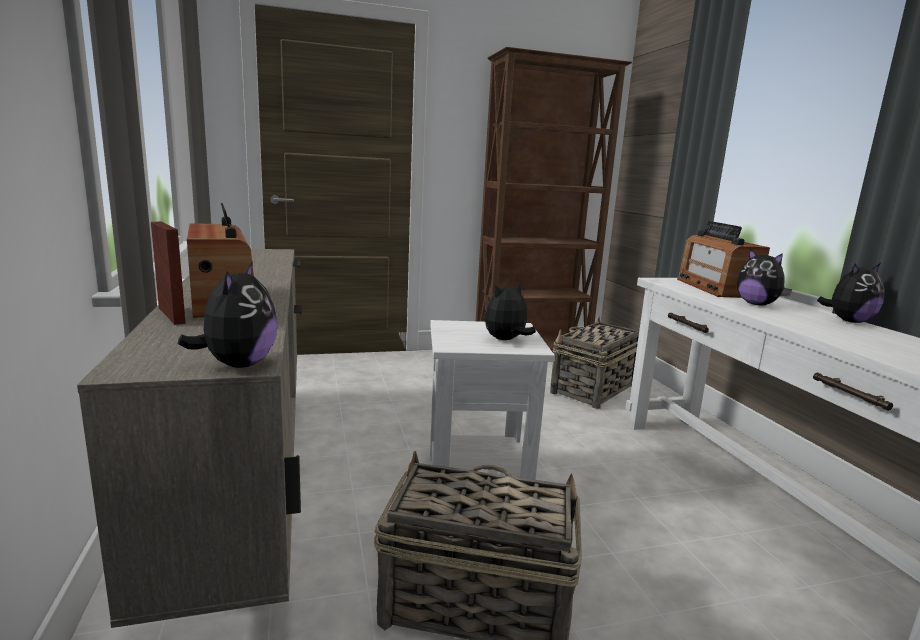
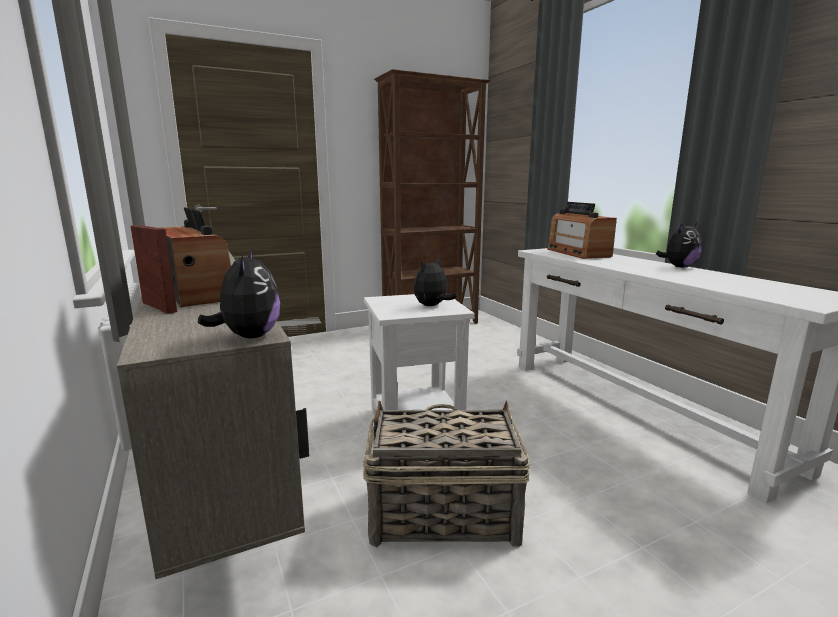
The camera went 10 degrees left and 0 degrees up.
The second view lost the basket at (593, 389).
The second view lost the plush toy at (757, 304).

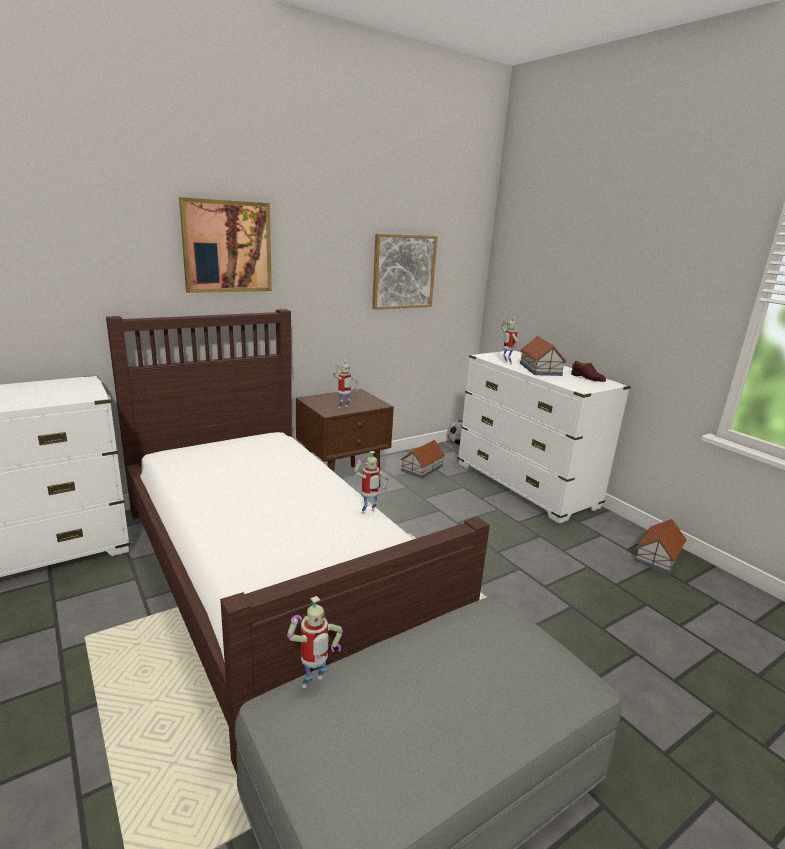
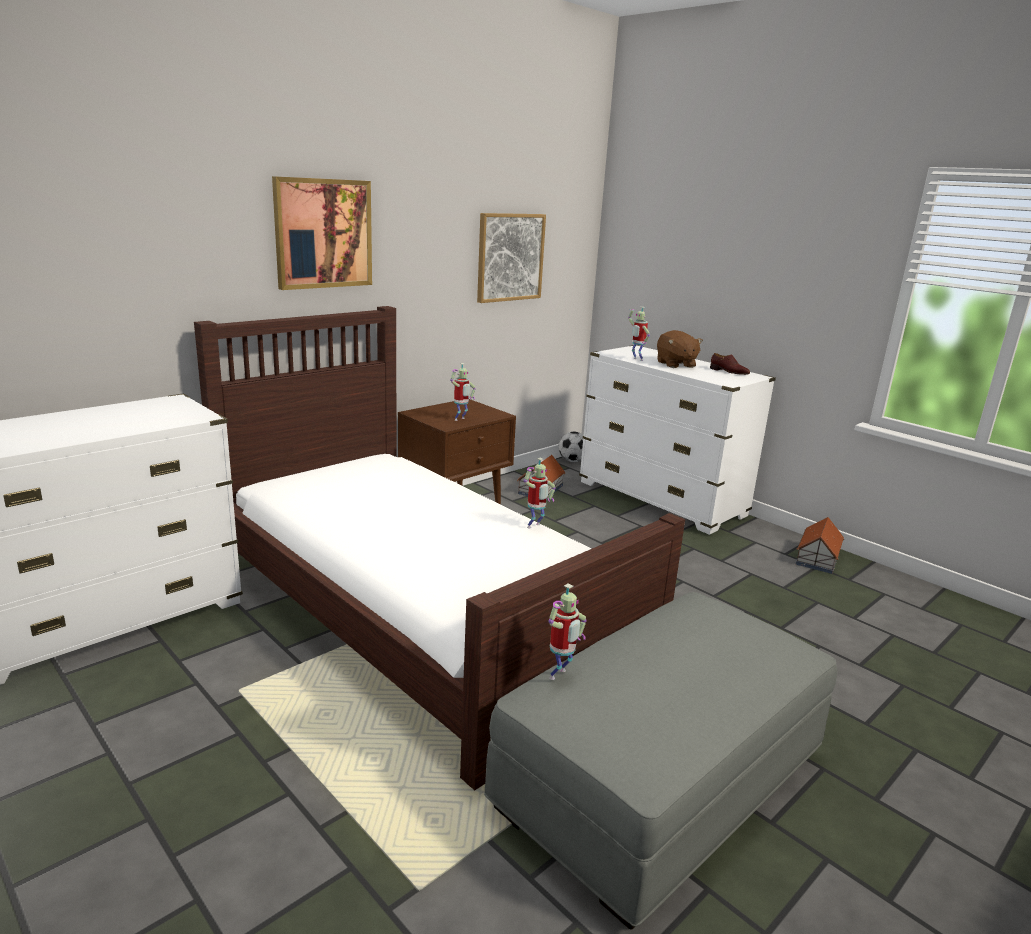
The camera went 10 degrees left and 0 degrees up.
Where the toy house stood at (540, 369), the brown plush toy came to stand at (675, 364).

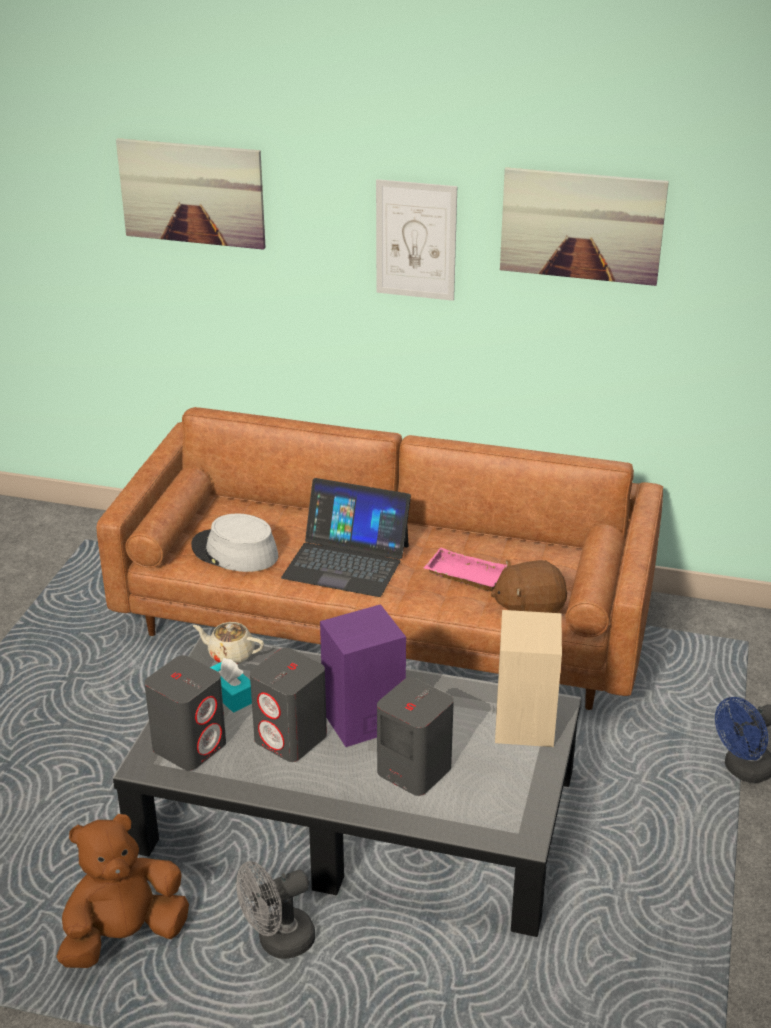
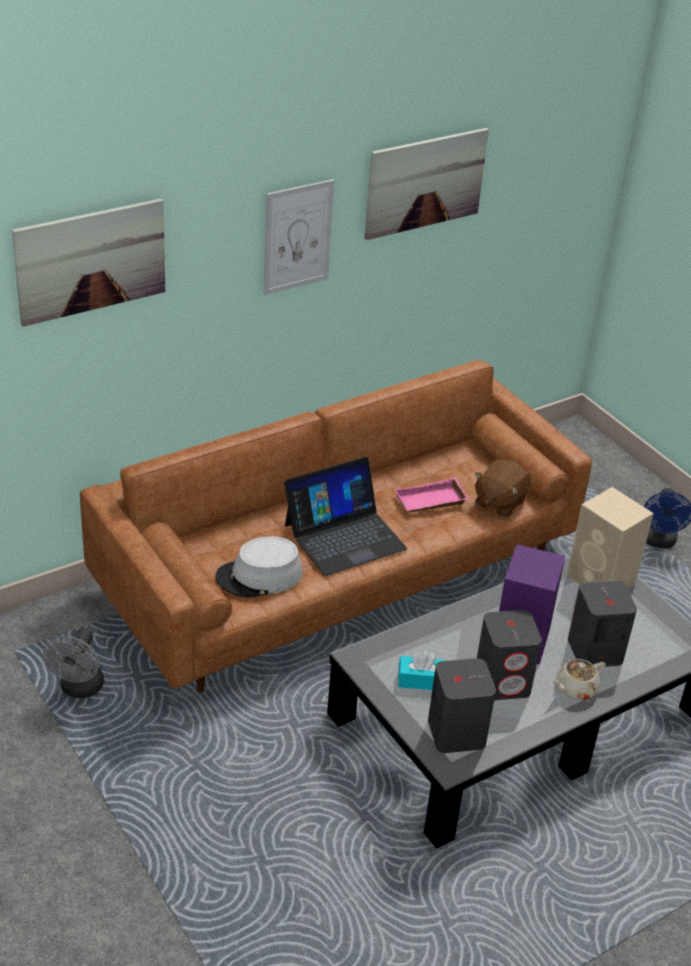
The camera went 50 degrees left and 5 degrees up.
The grey fan ended up elsewhere, having gone from (278, 942) to (79, 689).
The beige teapot ended up elsewhere, having gone from (230, 654) to (575, 689).
The second view lost the brown plush toy at (124, 936).

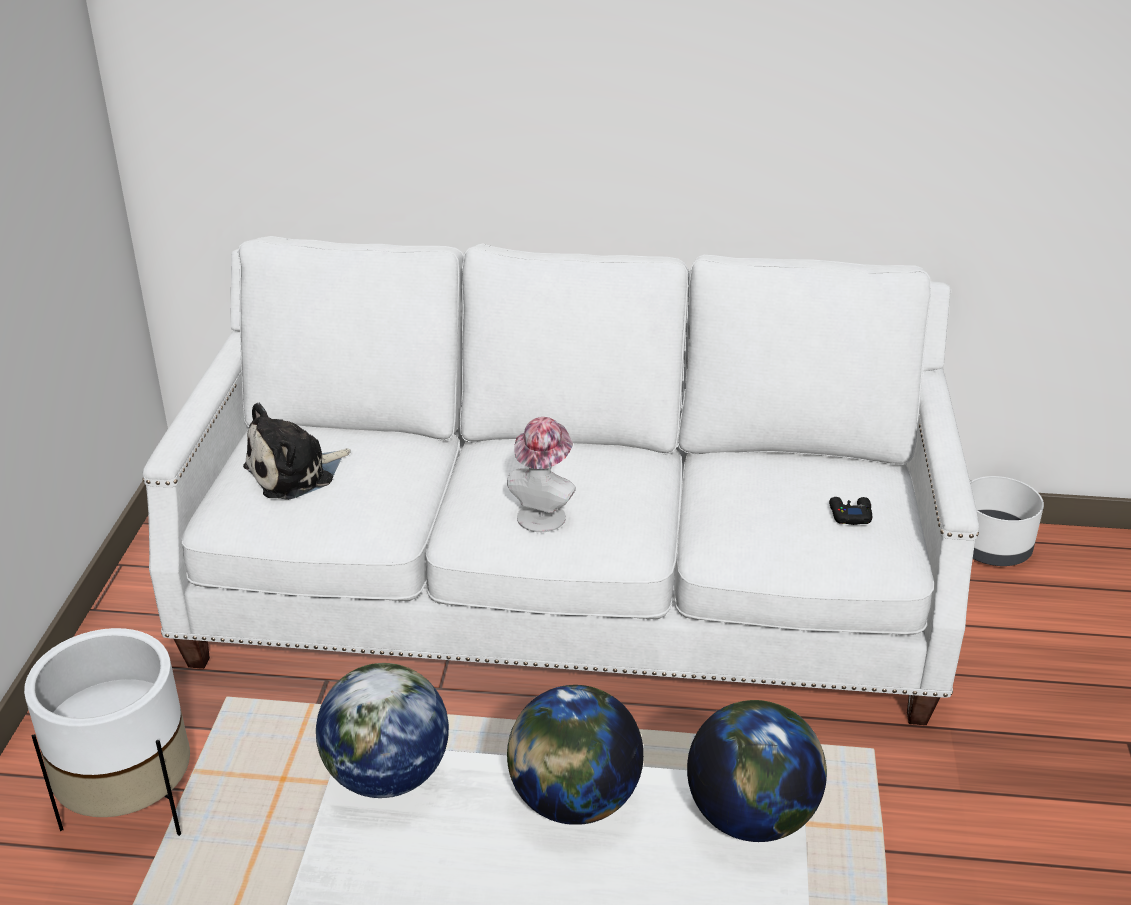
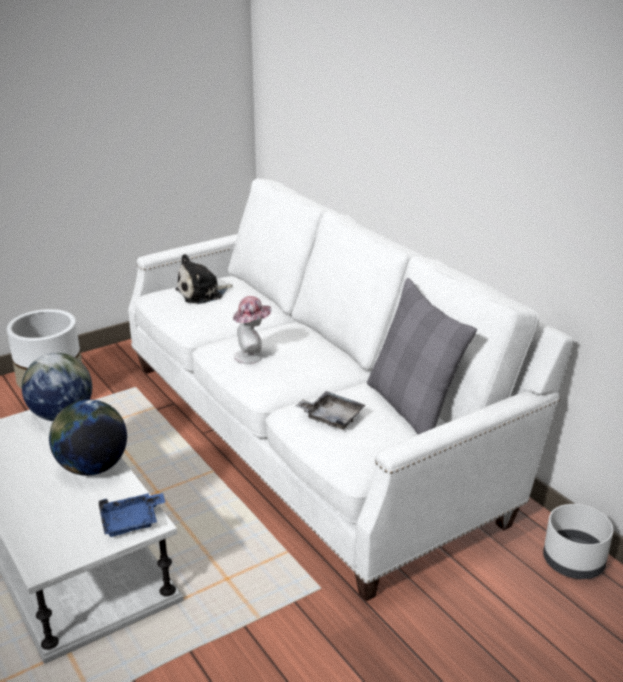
The camera went 50 degrees right and 5 degrees down.
Where the globe stood at (751, 816), the blue tray came to stand at (131, 522).
The plush toy at (295, 473) ended up facing another way, 45 degrees counterclockwise from before.
The second view gained the grey tray at (331, 417).
The second view gained the grey pillow at (412, 408).
The second view lost the black game controller at (849, 515).

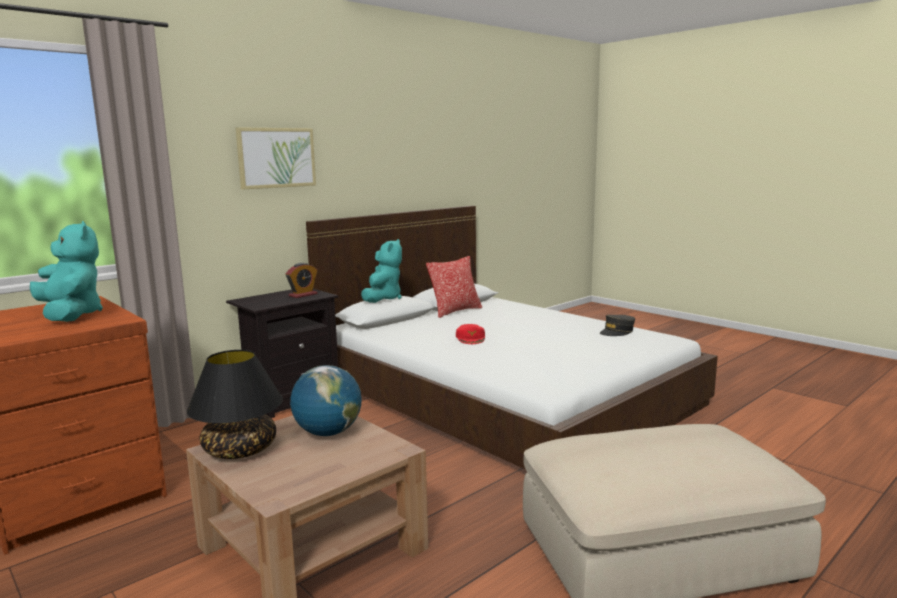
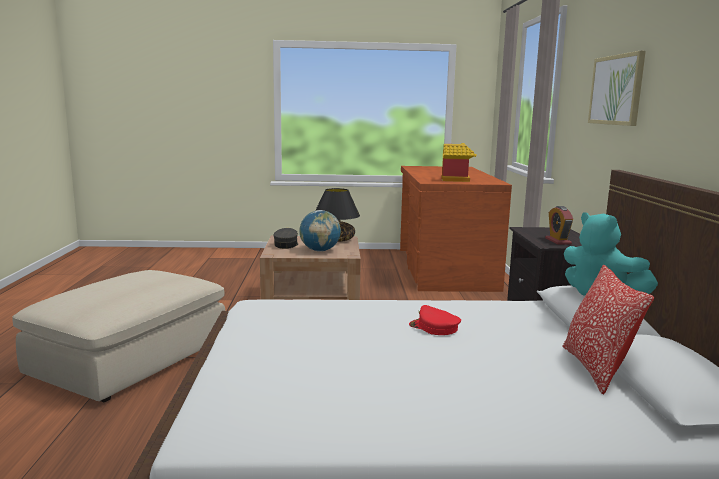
The camera went 130 degrees right and 0 degrees up.
The grey cap ended up elsewhere, having gone from (617, 332) to (286, 245).
Where the turquoise plush toy stood at (71, 315), the toy house came to stand at (457, 180).

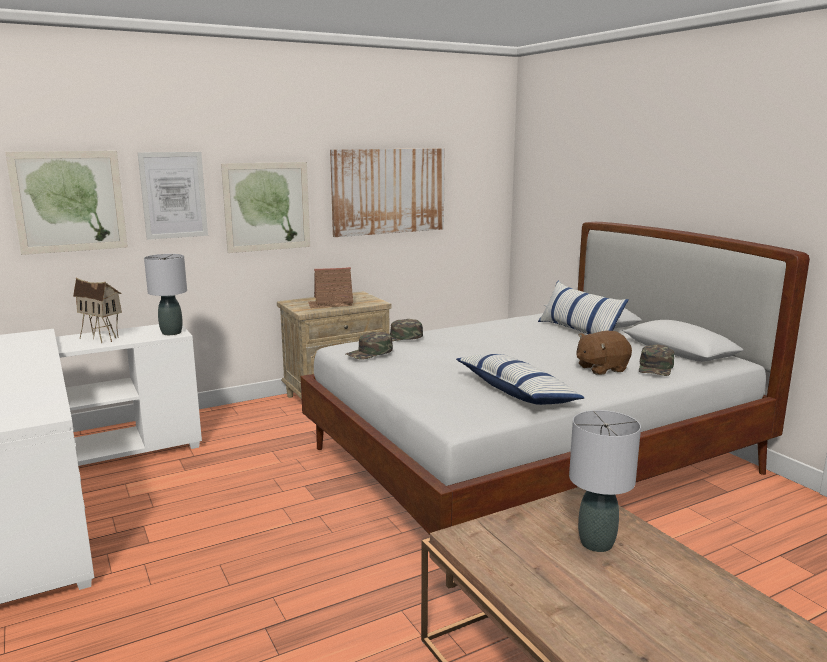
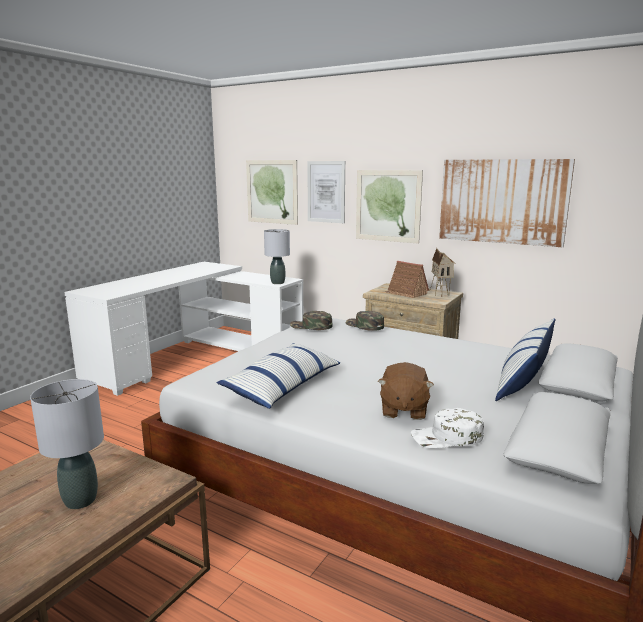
The camera went 60 degrees right and 0 degrees up.
The brown plush toy at (601, 368) ended up facing another way, 120 degrees counterclockwise from before.
What was the green cap at (656, 368) turned into the white cap at (447, 437).
The toy house ended up elsewhere, having gone from (102, 338) to (440, 293).

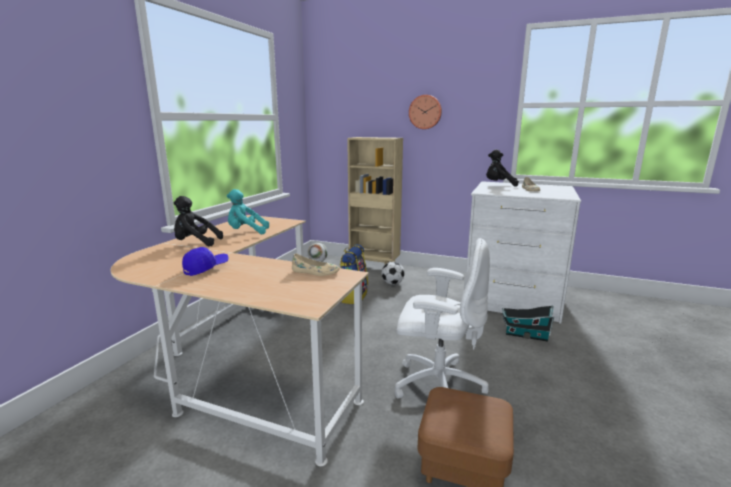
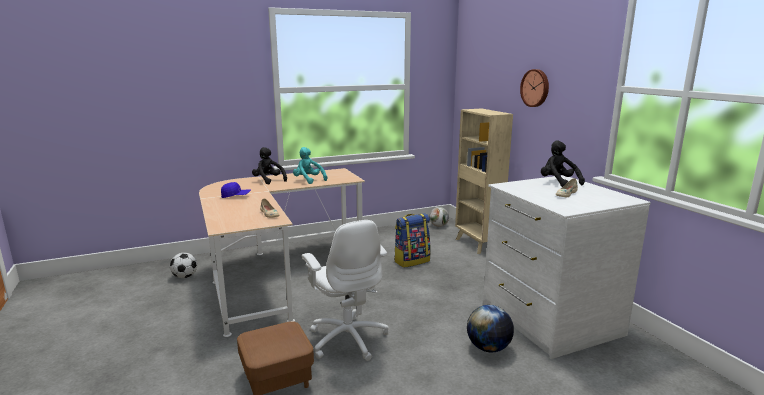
The camera went 45 degrees right and 0 degrees up.
The football ended up elsewhere, having gone from (392, 283) to (185, 276).
Where the toy house stood at (524, 335), the globe came to stand at (488, 348).

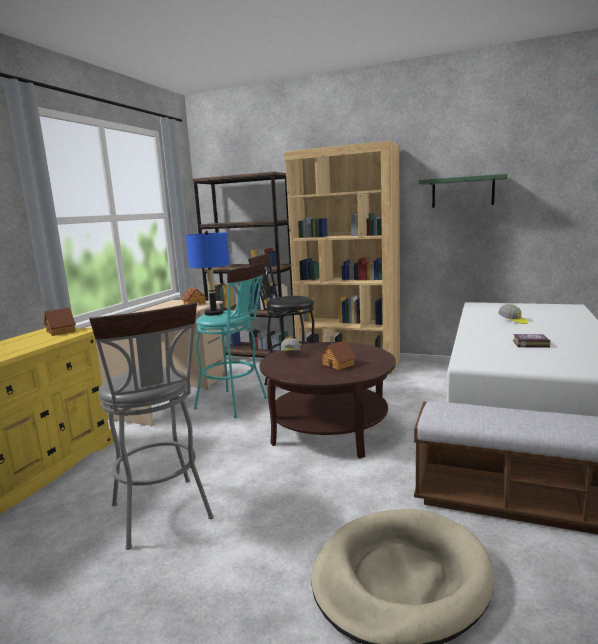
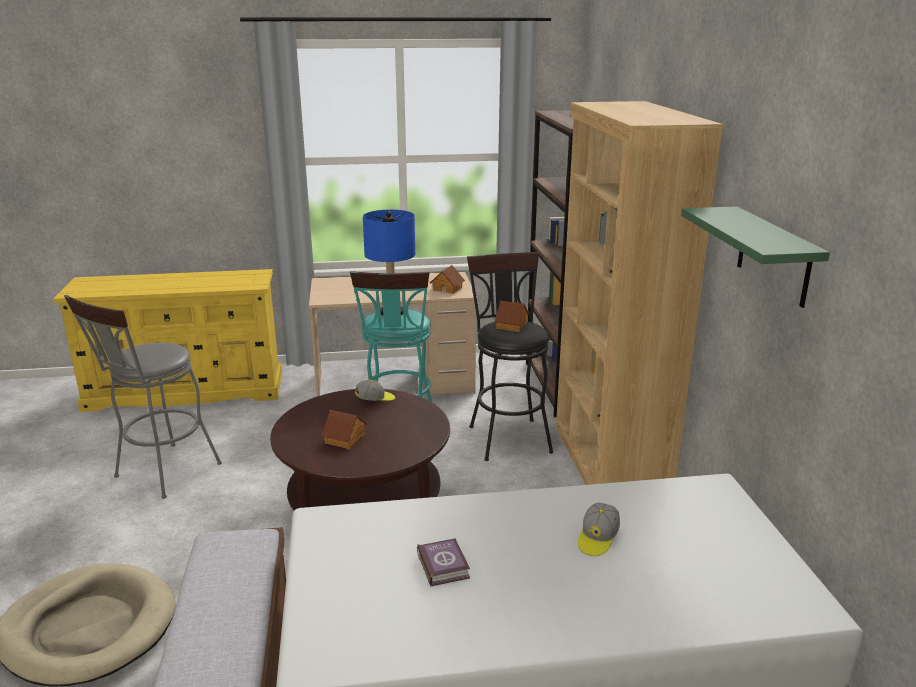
The camera went 60 degrees right and 10 degrees up.
The toy house ended up elsewhere, having gone from (61, 331) to (512, 326).

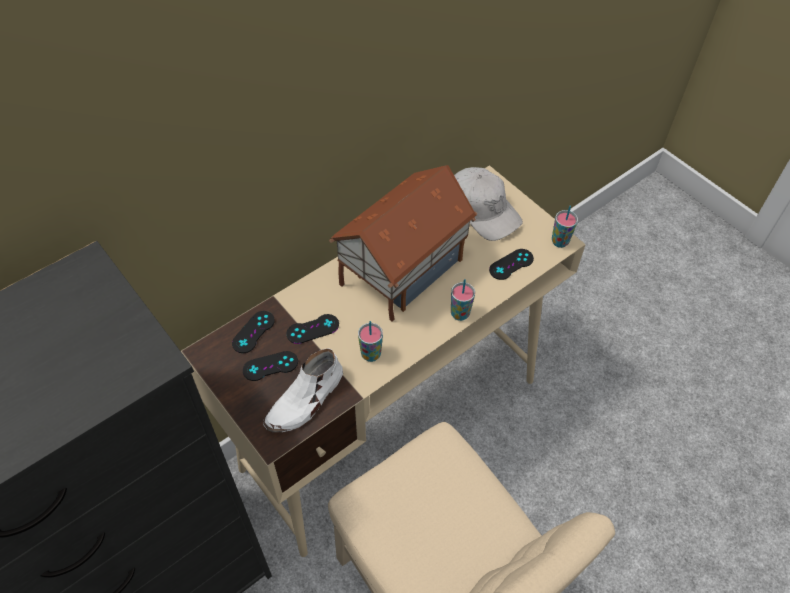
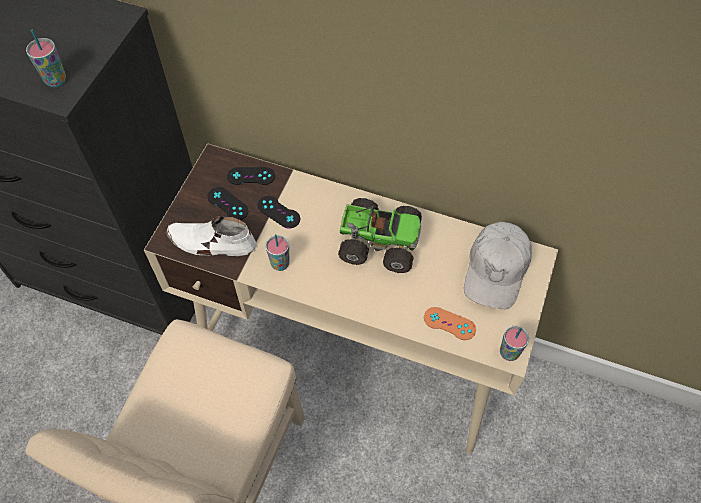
The camera went 60 degrees right and 5 degrees up.
The cup ended up elsewhere, having gone from (460, 314) to (56, 80).
Where the toy house stood at (400, 271), the toy truck came to stand at (378, 242).
What was the black game controller at (511, 264) turned into the orange game controller at (449, 323).

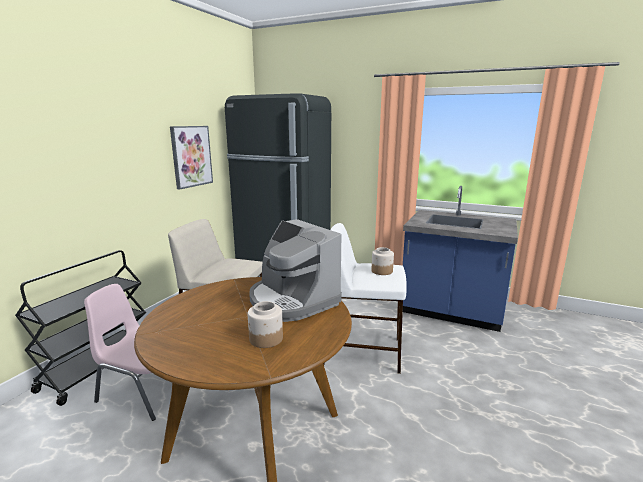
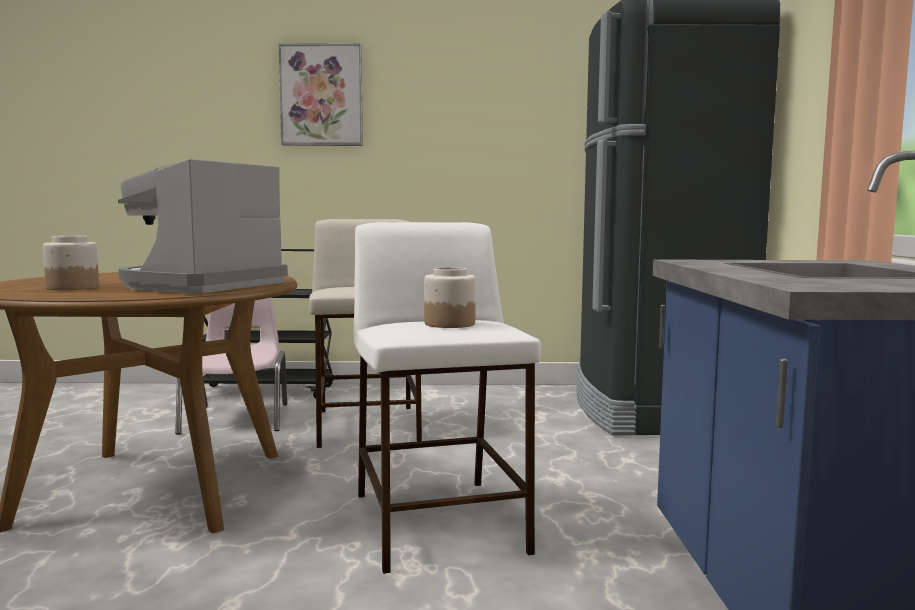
The camera went 65 degrees right and 10 degrees down.
The picture ended up elsewhere, having gone from (191, 156) to (321, 95).

